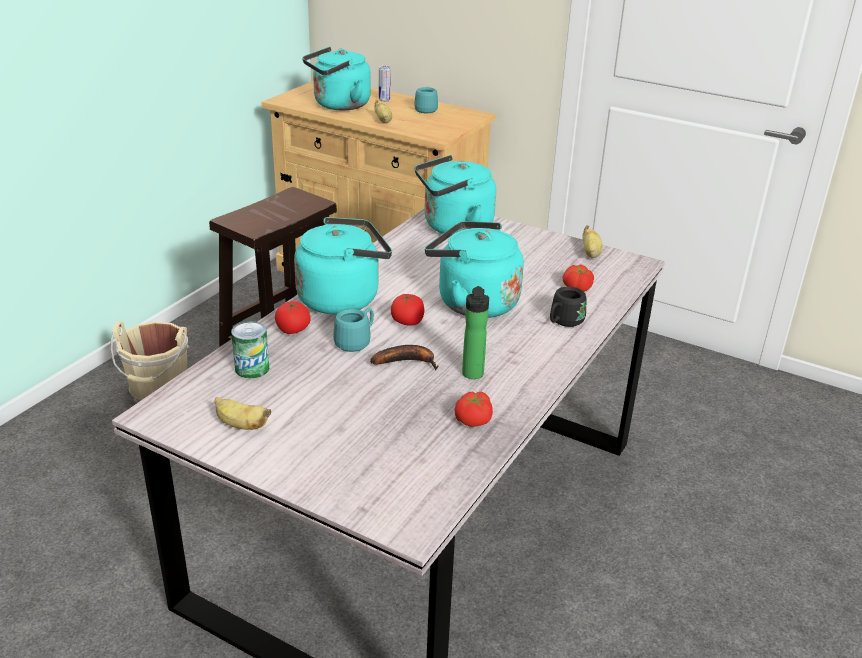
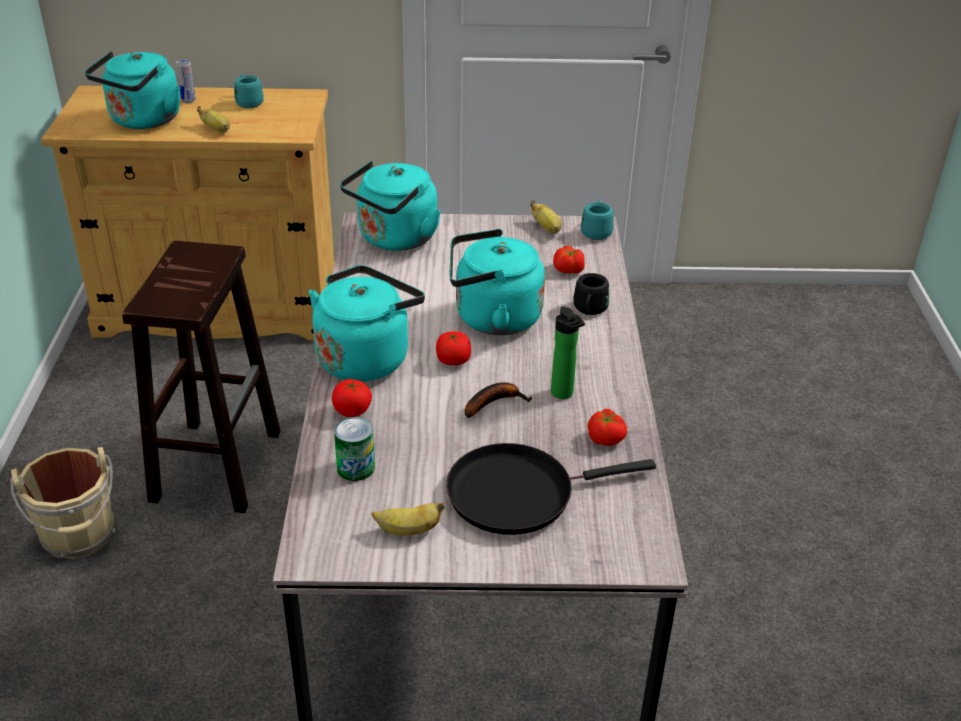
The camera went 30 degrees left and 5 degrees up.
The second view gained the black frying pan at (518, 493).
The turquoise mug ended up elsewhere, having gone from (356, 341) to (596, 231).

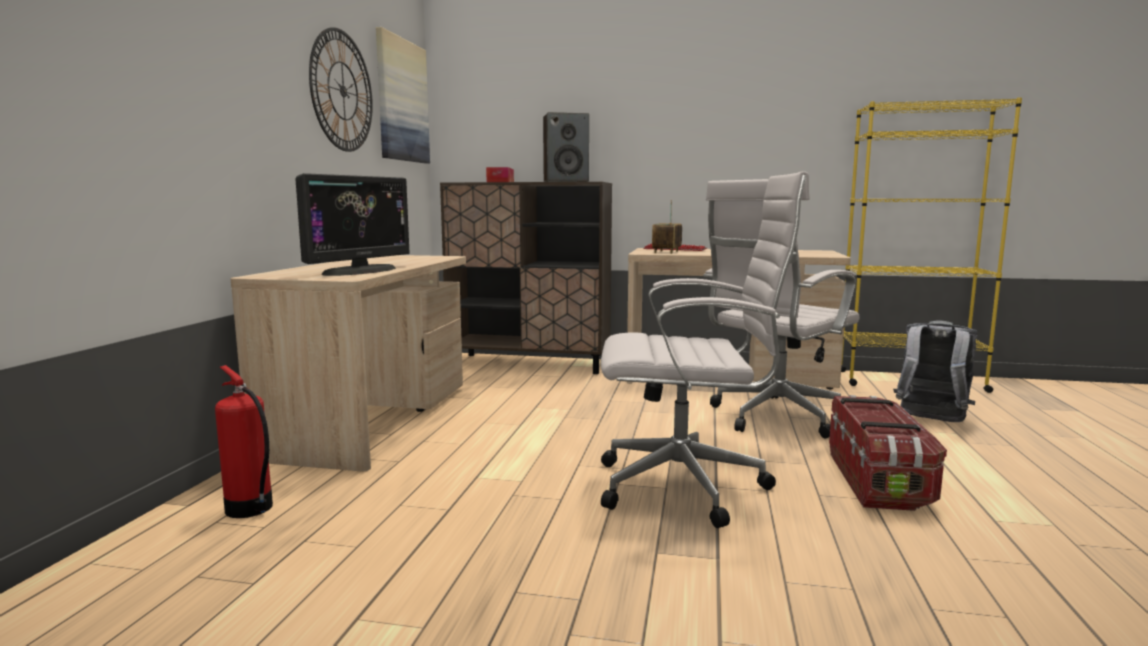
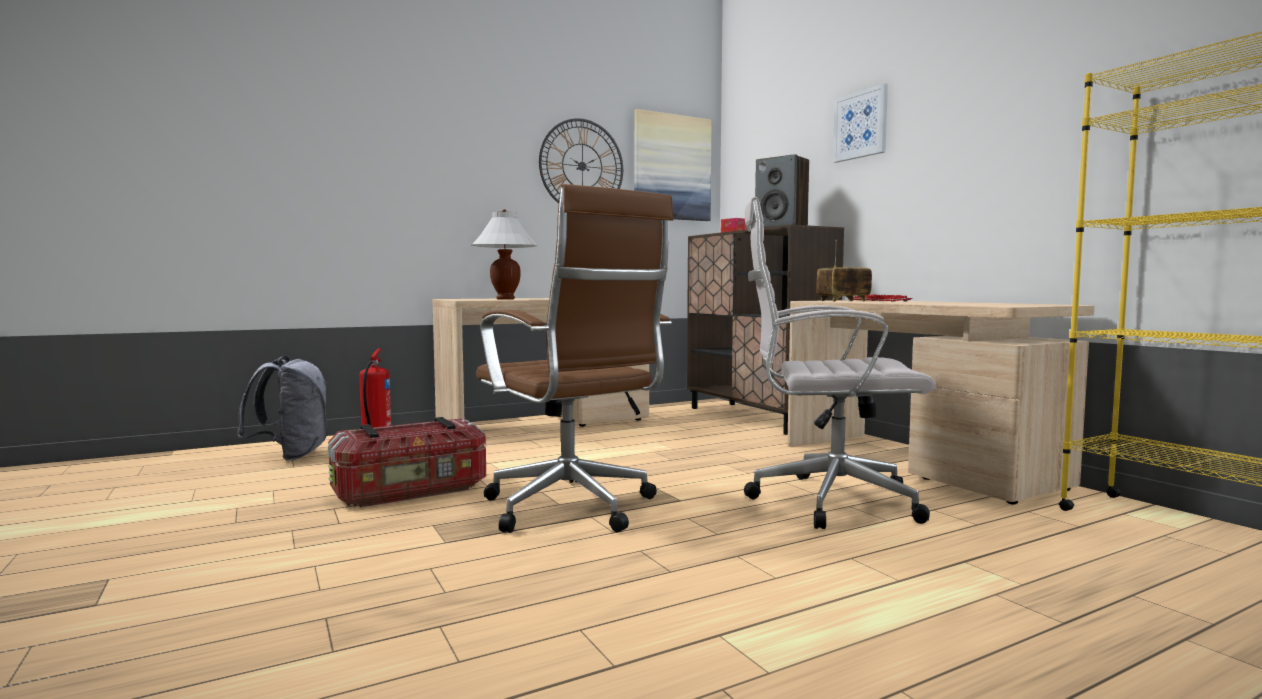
The camera went 50 degrees right and 5 degrees down.
The grey backpack ended up elsewhere, having gone from (930, 420) to (291, 456).
The storage box ended up elsewhere, having gone from (877, 480) to (411, 492).
Where the monitor stood at (359, 271), the white table lamp came to stand at (505, 299).
What was the white office chair at (689, 487) turned into the brown office chair at (573, 509).
The second view gained the picture at (860, 125).

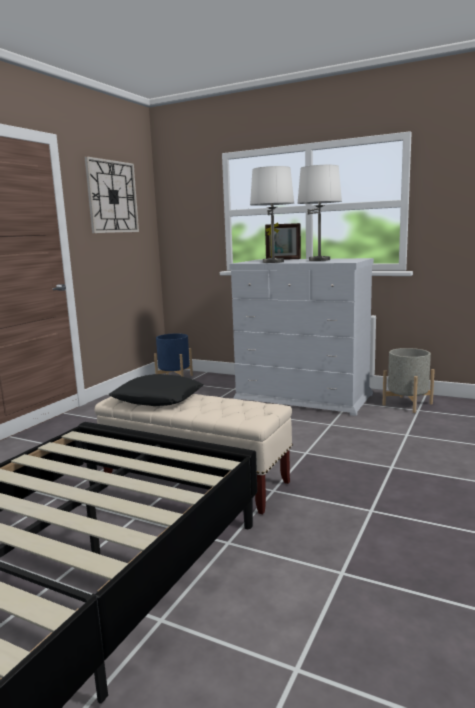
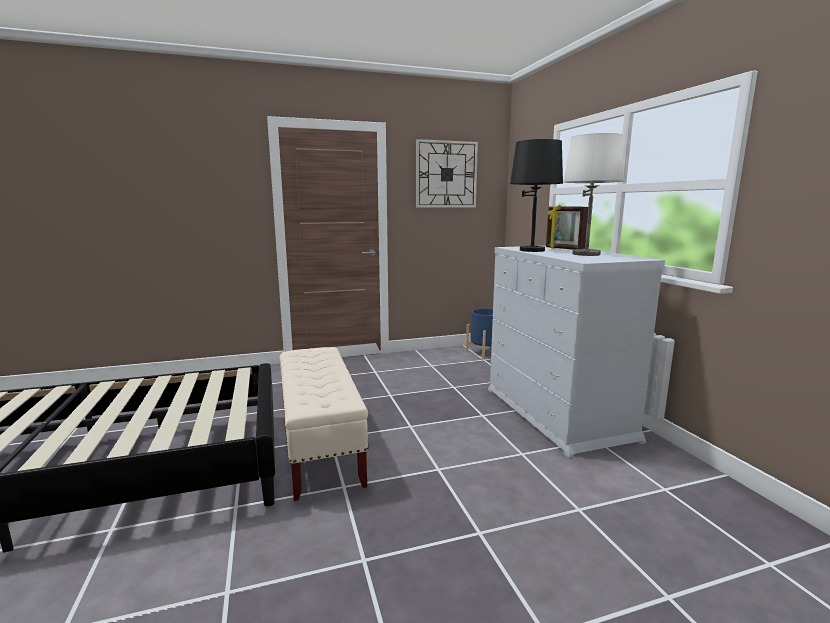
The camera went 45 degrees right and 0 degrees up.
What was the white table lamp at (273, 262) turned into the black table lamp at (532, 250).
The second view lost the black pillow at (157, 398).
The second view lost the grey planter at (407, 404).

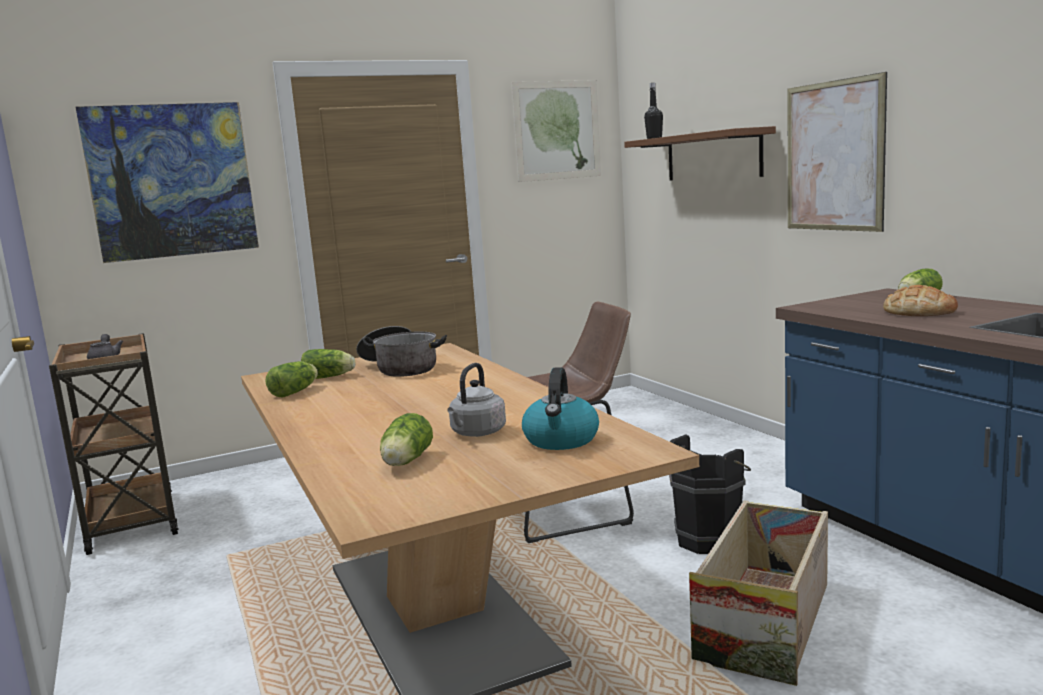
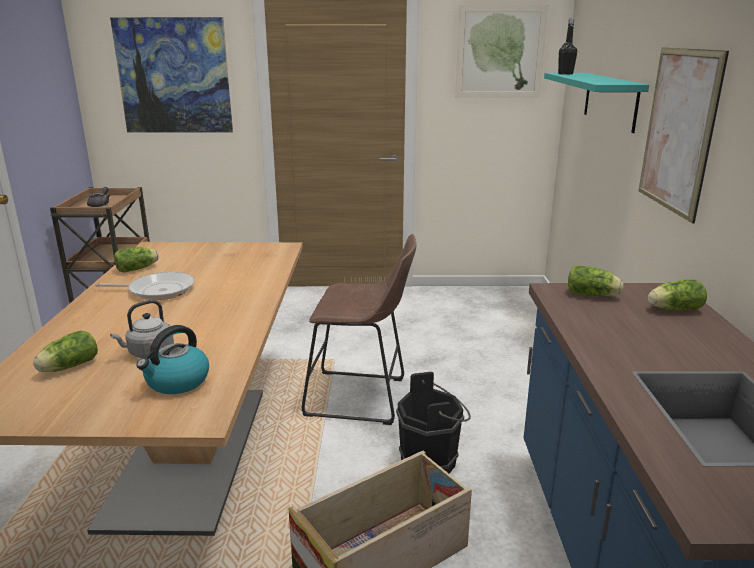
The camera went 25 degrees right and 10 degrees up.
The second view gained the frying pan at (158, 290).
What was the brown shelf at (713, 156) turned into the turquoise shelf at (610, 100).
The lettuce ended up elsewhere, having gone from (330, 377) to (593, 295).
The second view lost the cooking pot at (400, 368).
The second view lost the bread at (919, 312).

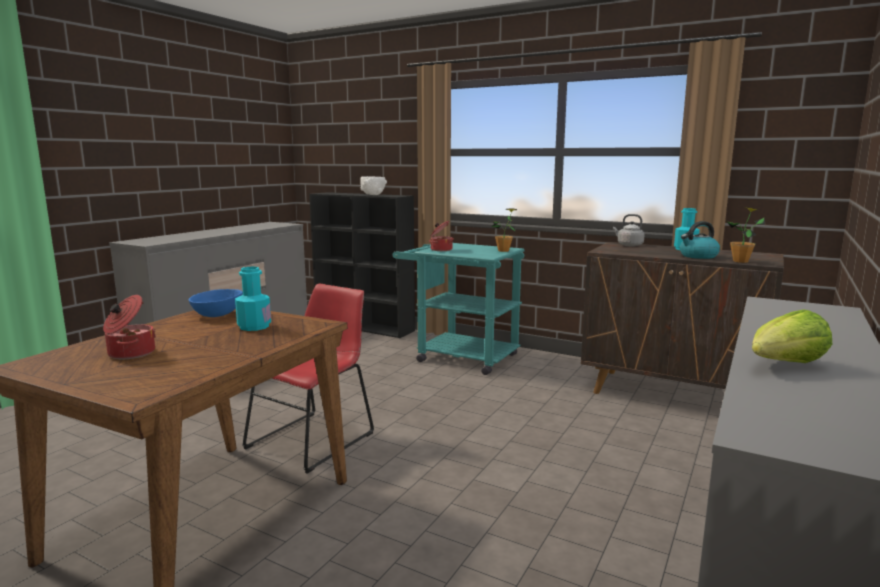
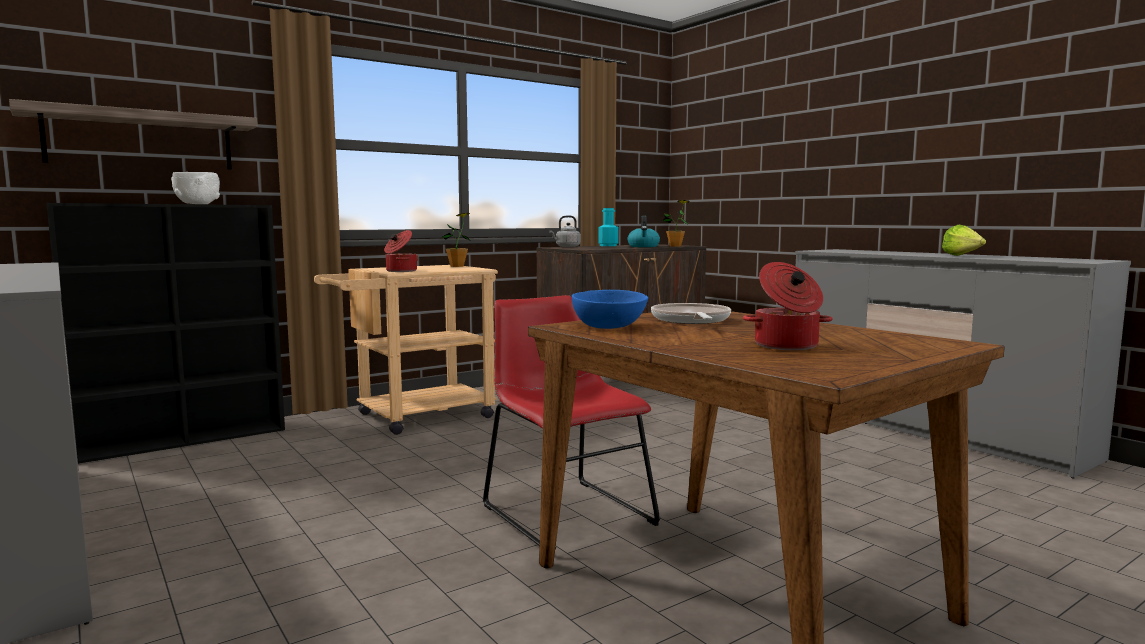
The camera went 65 degrees left and 5 degrees down.
The second view gained the shelf at (141, 140).
What was the turquoise cart at (459, 356) turned into the beige cart at (414, 417).
Where the turquoise bottle stood at (254, 326), the frying pan came to stand at (691, 320).

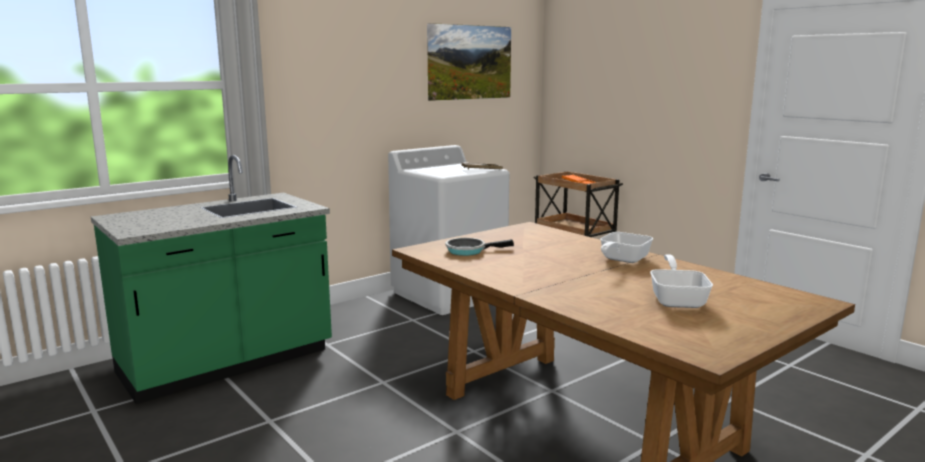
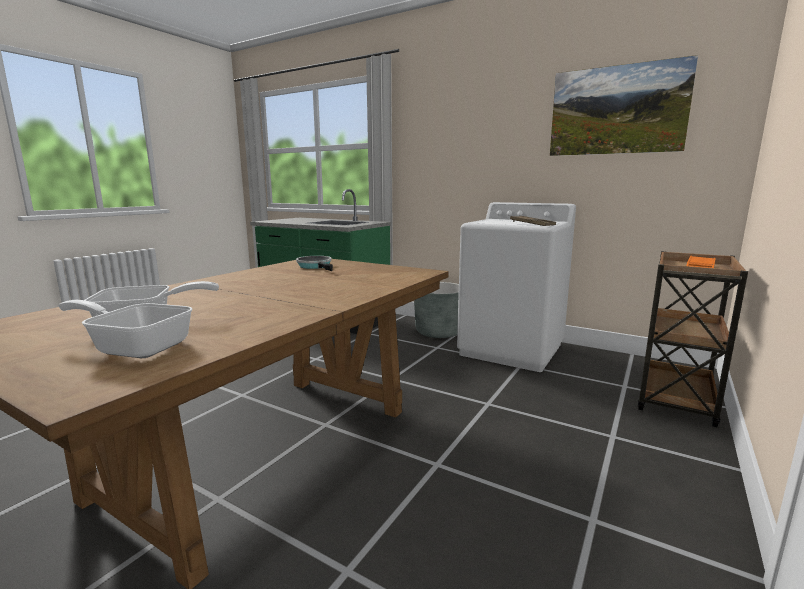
The camera went 70 degrees right and 0 degrees up.
The frying pan ended up elsewhere, having gone from (621, 260) to (136, 347).
The second view gained the grey planter at (438, 332).

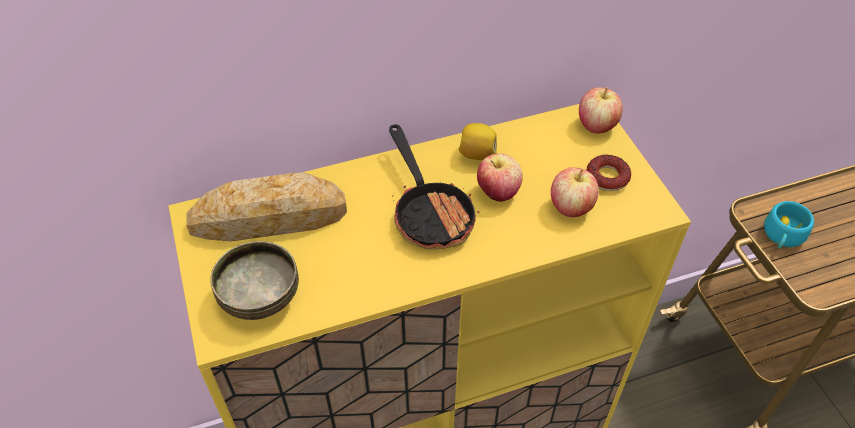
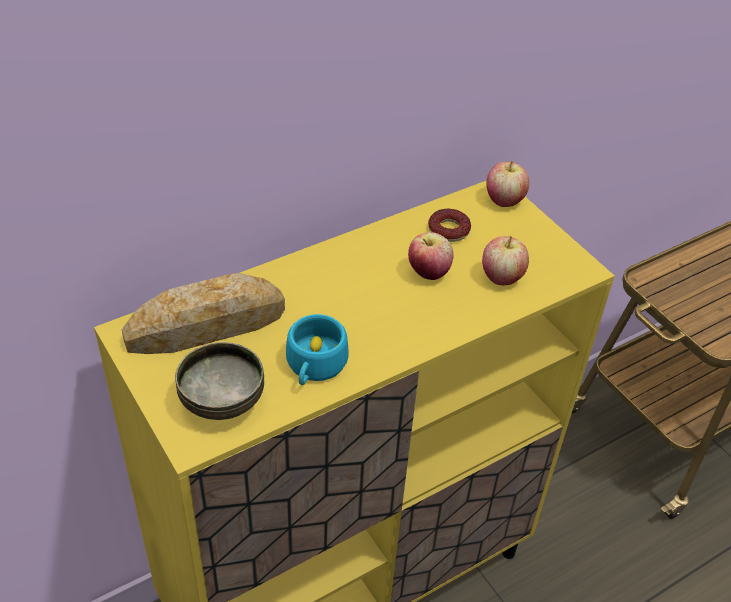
The camera went 15 degrees left and 5 degrees down.
The turquoise cup ended up elsewhere, having gone from (782, 236) to (314, 366).
The donut ended up elsewhere, having gone from (607, 177) to (448, 230).
The second view lost the frying pan at (430, 212).
The second view lost the lemon at (476, 154).

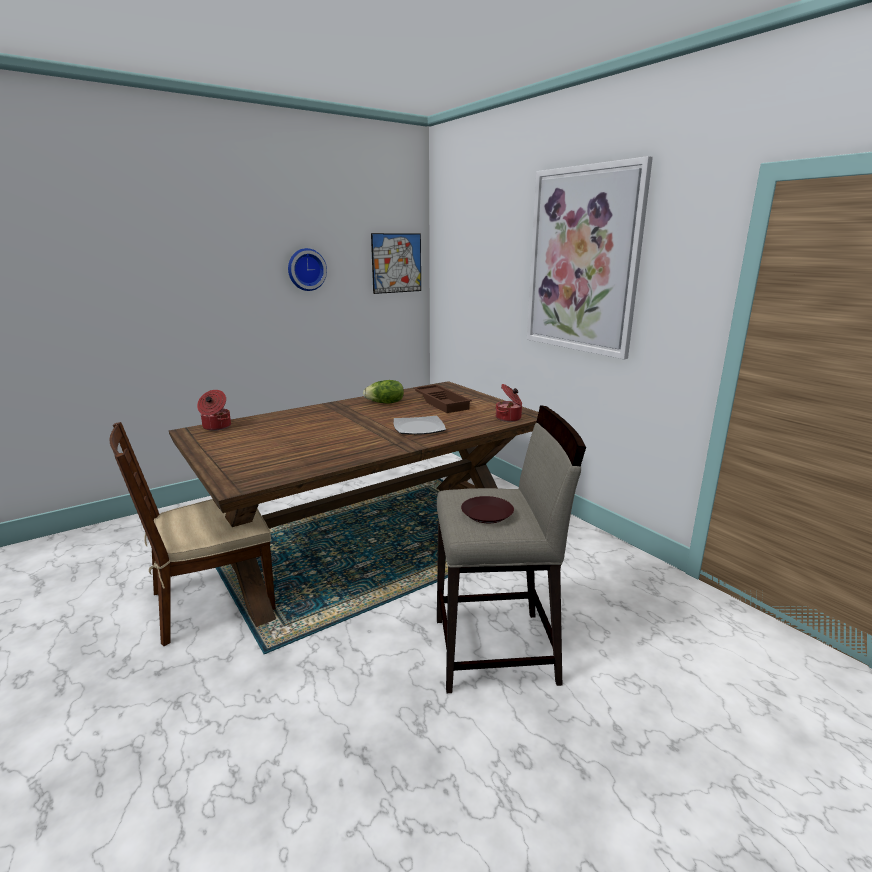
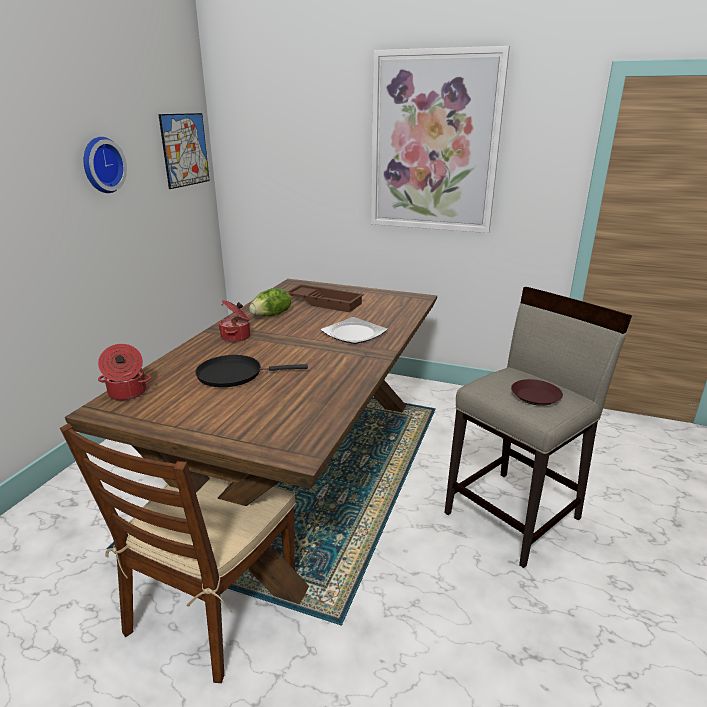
The camera went 35 degrees left and 5 degrees up.
The second view gained the black frying pan at (234, 374).
The cooking pot ended up elsewhere, having gone from (509, 418) to (236, 337).

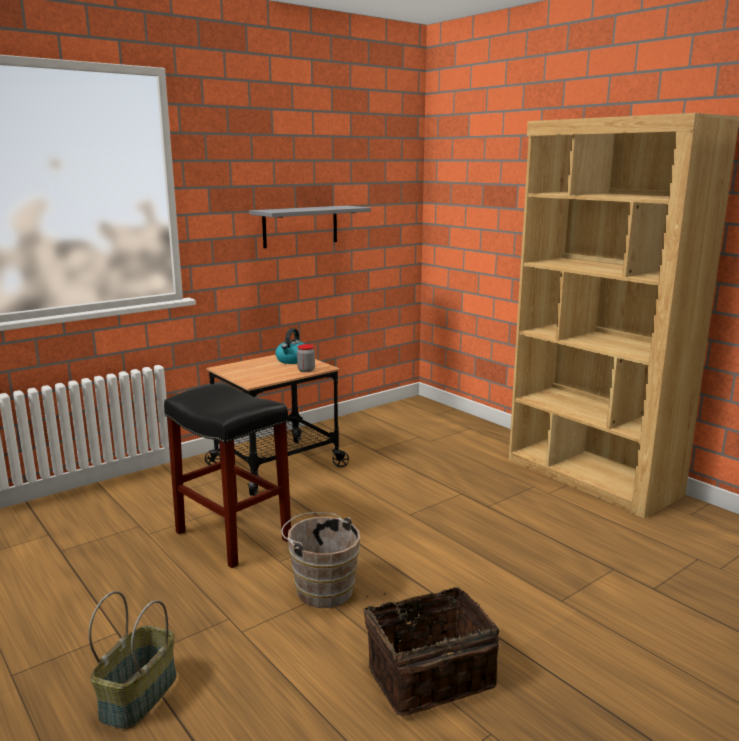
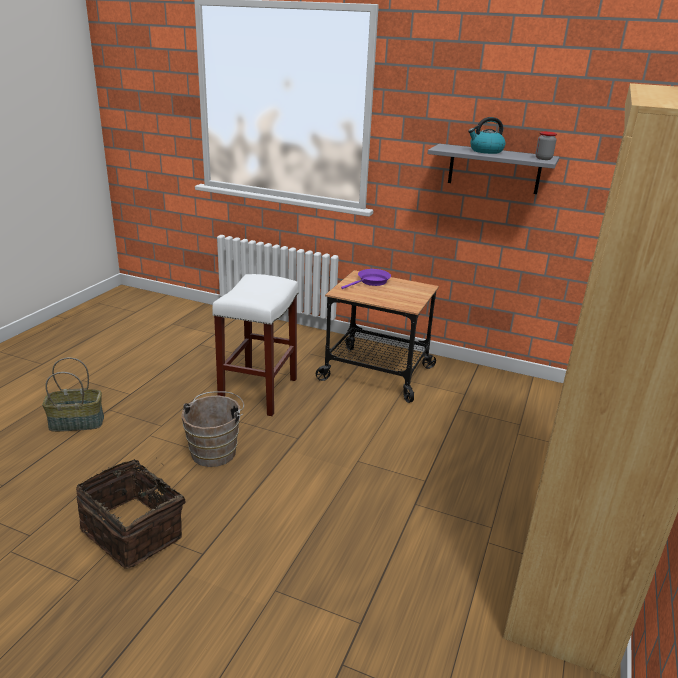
The camera went 60 degrees right and 10 degrees up.
What was the black stool at (234, 536) turned into the white stool at (259, 393).
The second view gained the purple frying pan at (371, 282).
The kettle ended up elsewhere, having gone from (292, 360) to (485, 151).
The jar ended up elsewhere, having gone from (306, 370) to (543, 158).

